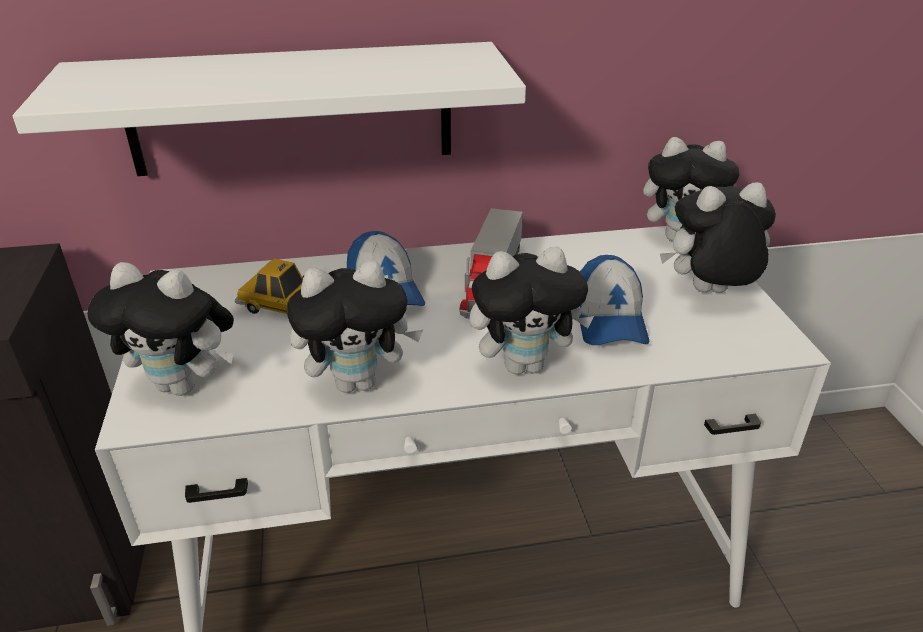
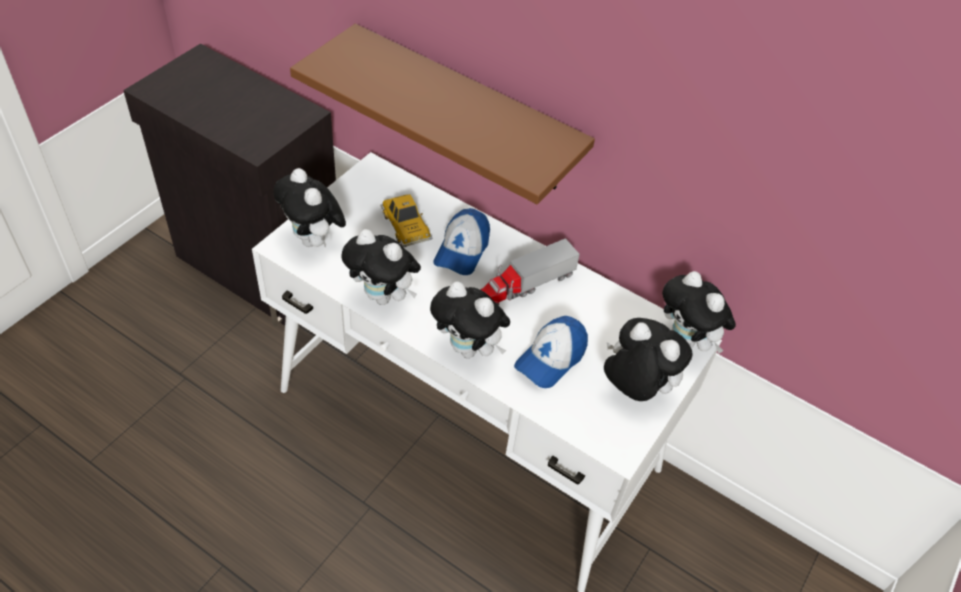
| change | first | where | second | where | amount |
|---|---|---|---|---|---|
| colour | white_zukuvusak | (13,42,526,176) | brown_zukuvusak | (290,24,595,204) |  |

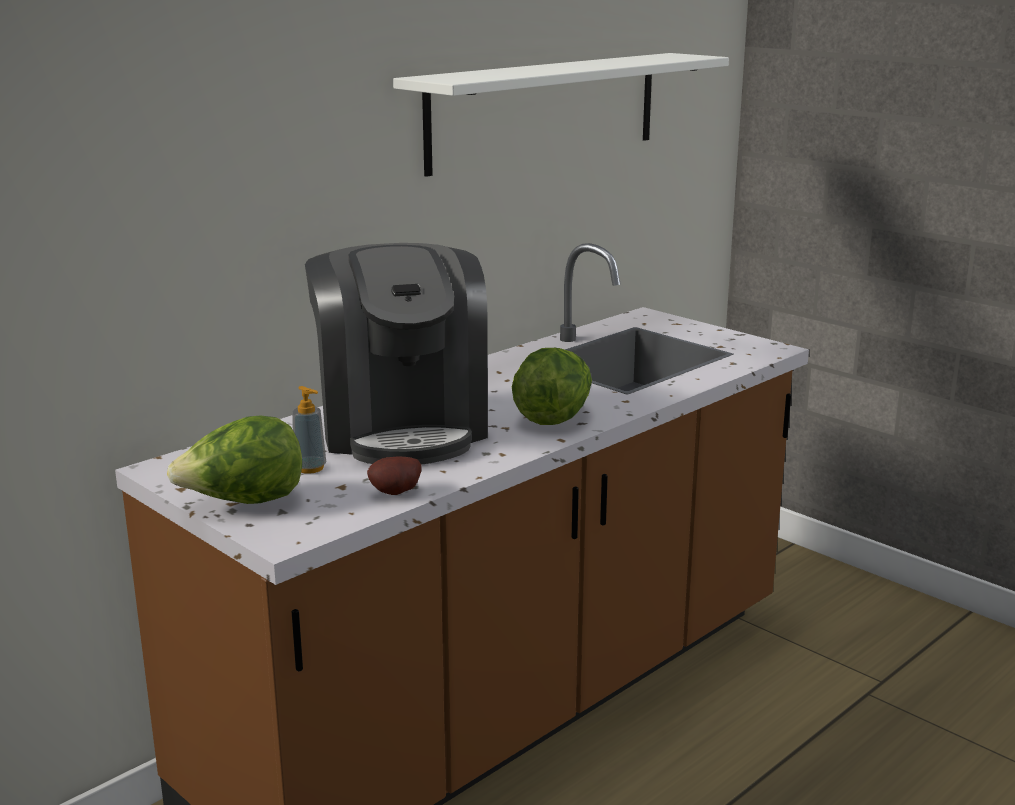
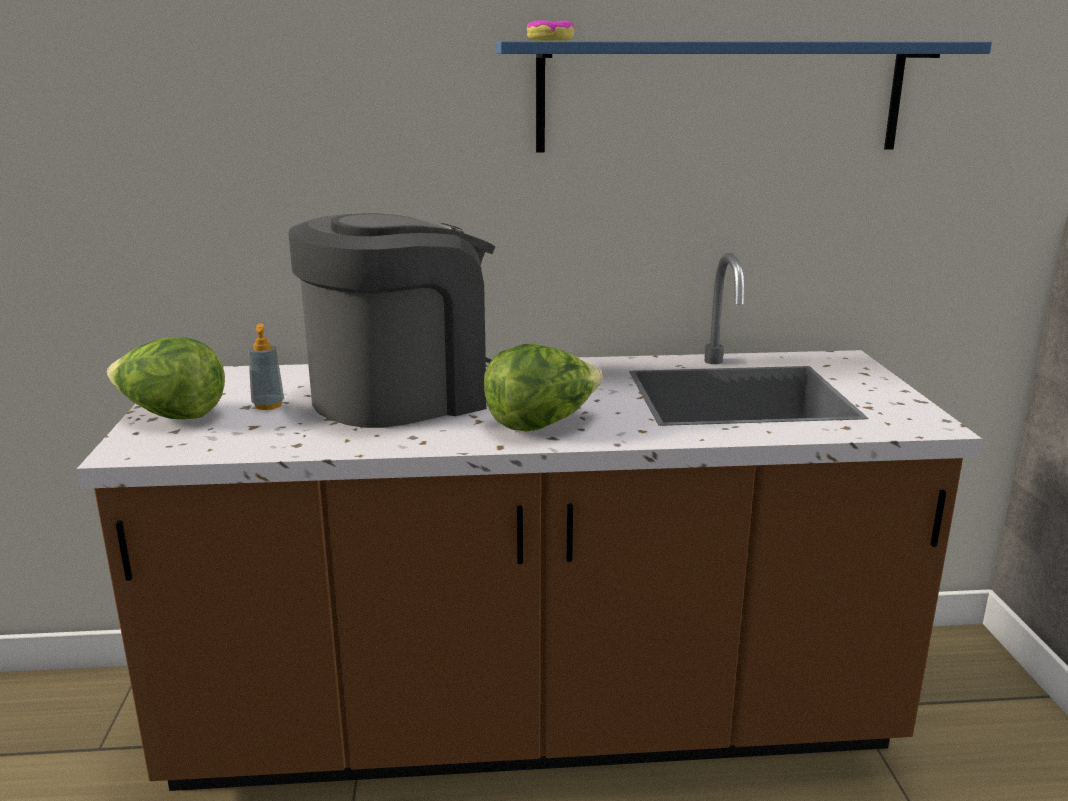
| change | first | where | second | where | amount |
|---|---|---|---|---|---|
| missing | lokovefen | (367,456,421,495) |  |  |  |
| appeared |  |  | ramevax | (527,20,574,41) |  |
| colour | white_zukuvusak | (393,53,729,177) | blue_zukuvusak | (496,41,992,152) |  |
| spun | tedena | (305,243,488,465) |  | (289,213,496,428) | 150 degrees counterclockwise |

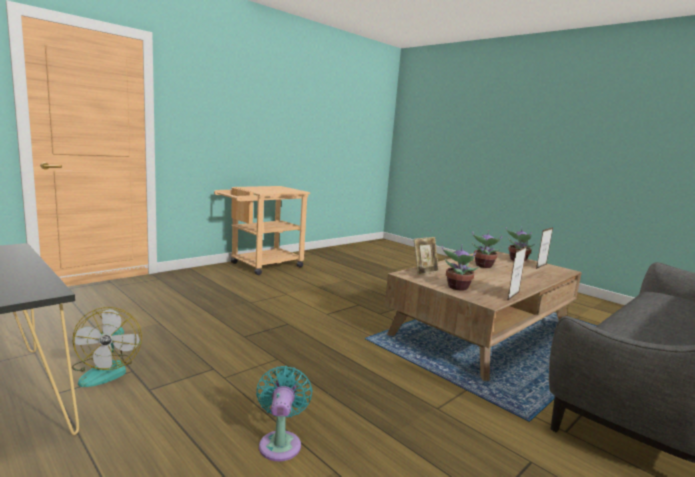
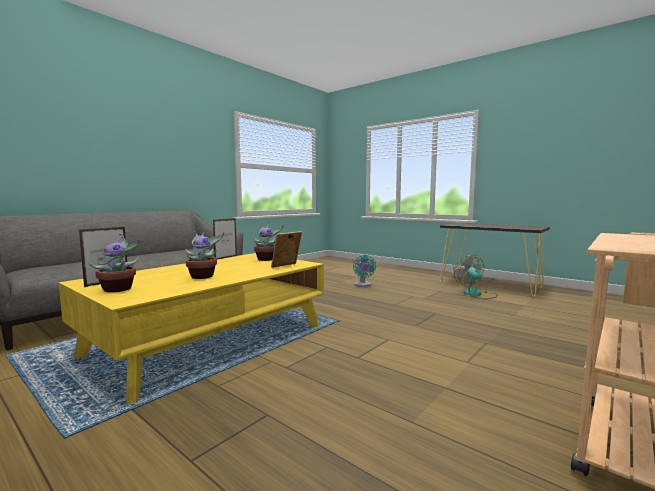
| change | first | where | second | where | amount |
|---|---|---|---|---|---|
| colour | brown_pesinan | (385,251,582,381) | yellow_pesinan | (59,253,324,404) |  |

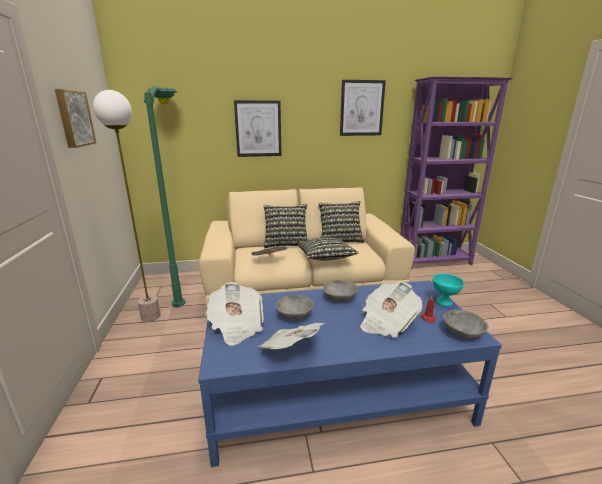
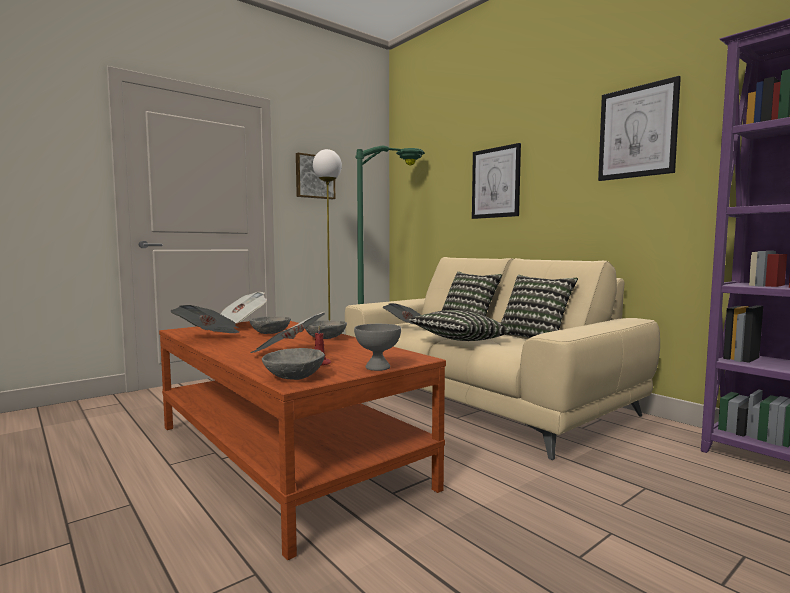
| change | first | where | second | where | amount |
|---|---|---|---|---|---|
| colour | blue_pesinan | (198,280,502,467) | brown_pesinan | (159,321,446,560) |  |
| colour | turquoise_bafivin | (433,274,464,306) | grey_bafivin | (354,324,401,371) |  |

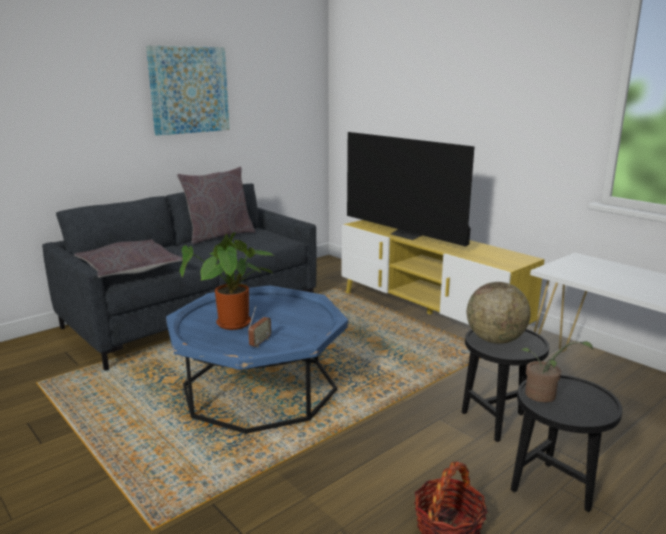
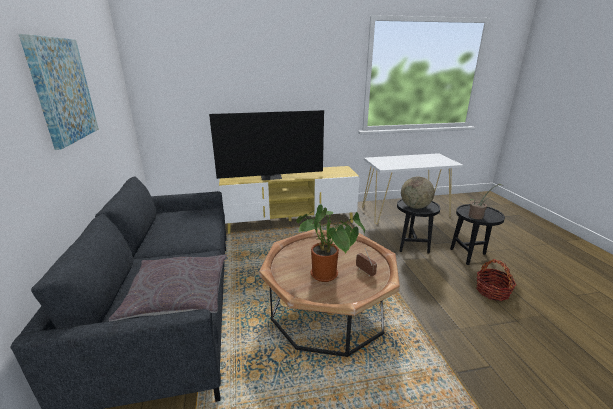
| change | first | where | second | where | amount |
|---|---|---|---|---|---|
| missing | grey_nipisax | (177,167,255,244) |  |  |  |
| colour | blue_pesinan | (166,285,348,434) | brown_pesinan | (259,229,400,357) |  |

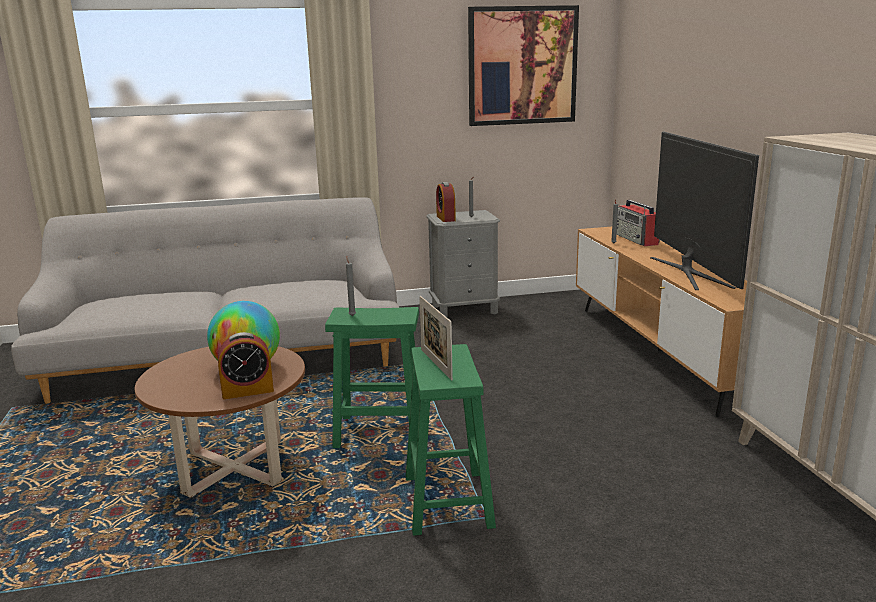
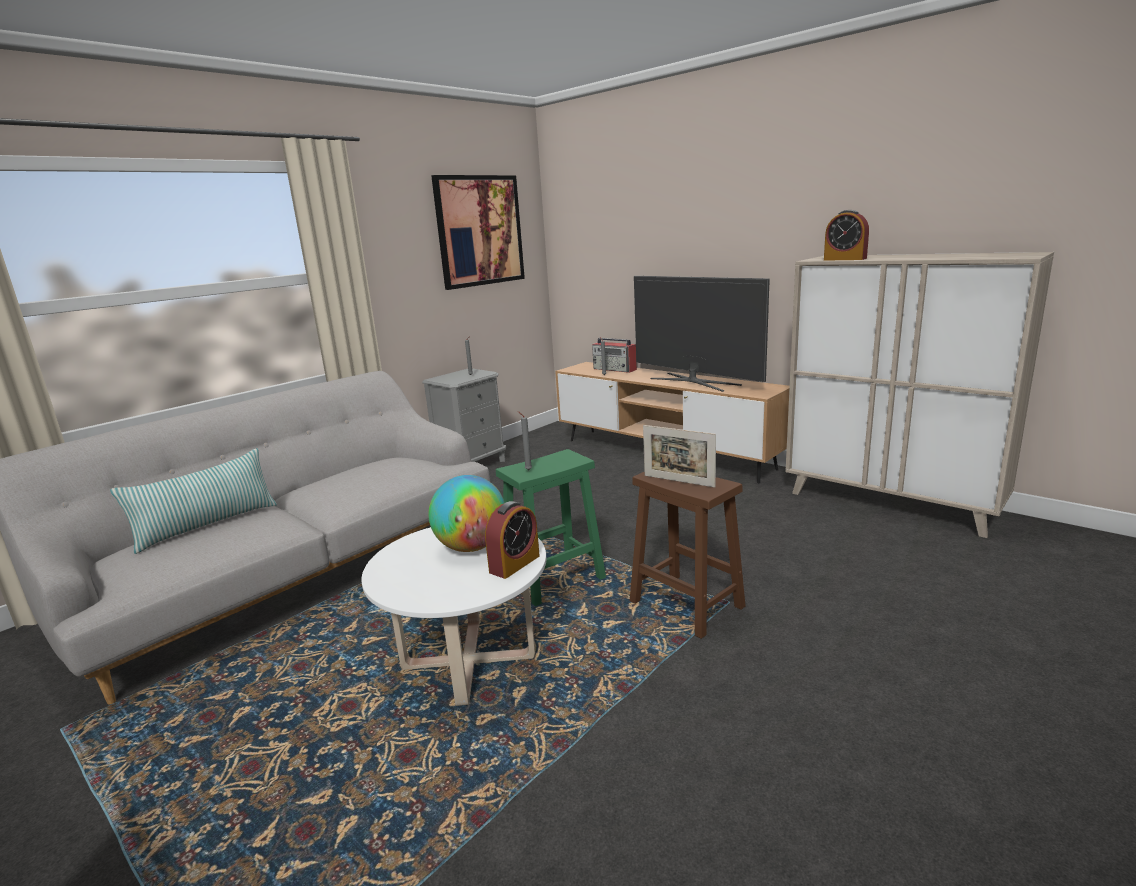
| change | first | where | second | where | amount |
|---|---|---|---|---|---|
| appeared |  |  | nipisax | (110,448,277,554) |  |
| relocated | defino | (436,182,456,222) |  | (824,210,869,261) |  |
| colour | brown_pesinan | (135,346,305,498) | white_pesinan | (361,527,546,706) |  |
| colour | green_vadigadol | (406,344,496,536) | brown_vadigadol | (630,472,746,639) |  |

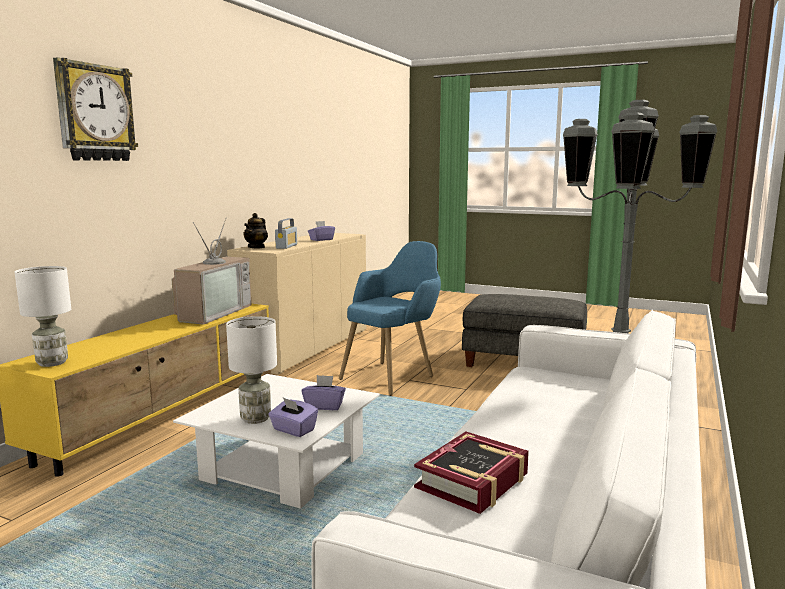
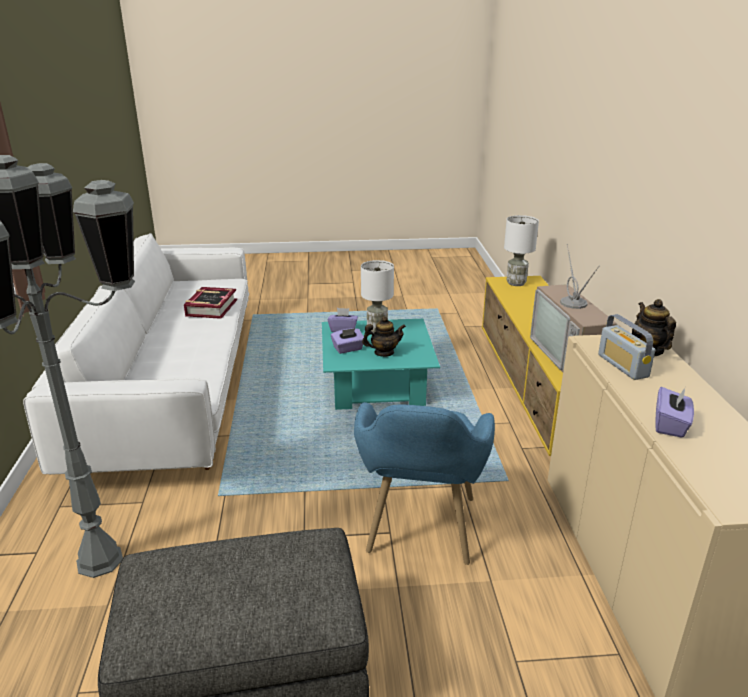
| change | first | where | second | where | amount |
|---|---|---|---|---|---|
| missing | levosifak | (53,57,138,161) |  |  |  |
| appeared |  |  | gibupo | (362,316,406,357) |  |
| colour | white_pesinan | (173,374,380,509) | turquoise_pesinan | (322,319,440,410) |  |

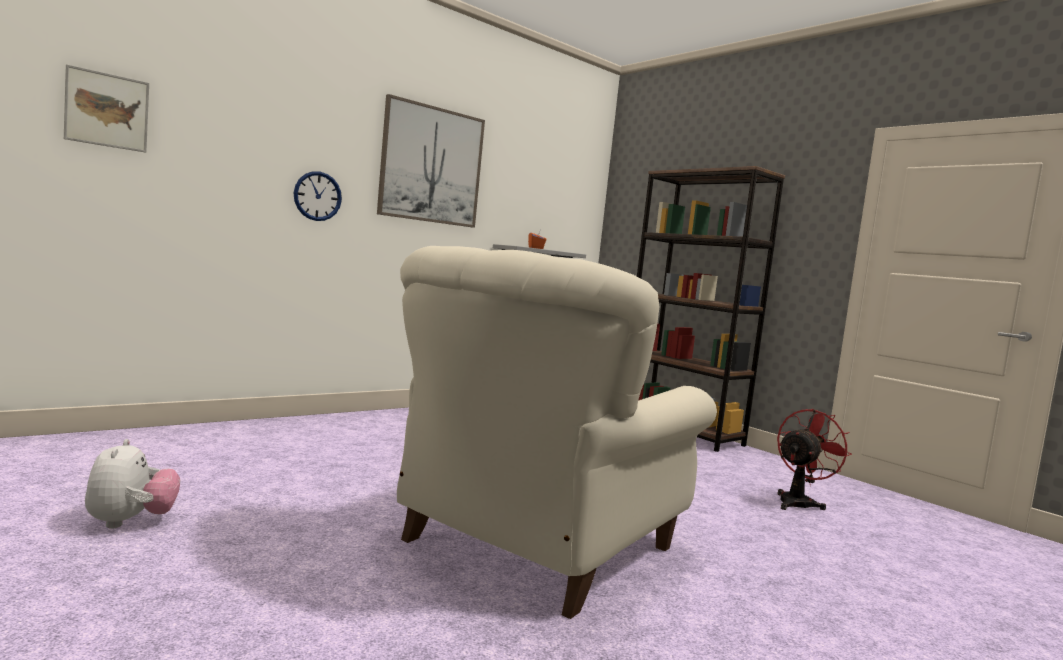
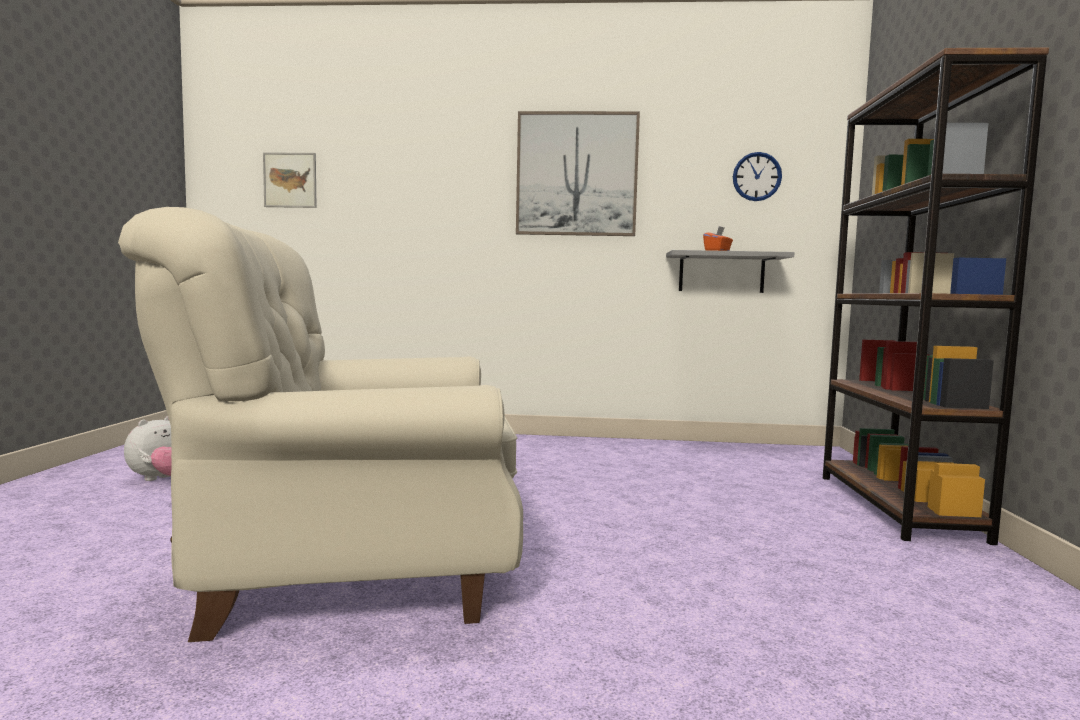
| change | first | where | second | where | amount |
|---|---|---|---|---|---|
| missing | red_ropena | (777,409,852,510) |  |  |  |
| relocated | levosifak | (294,171,342,221) |  | (733,152,782,201) |  |

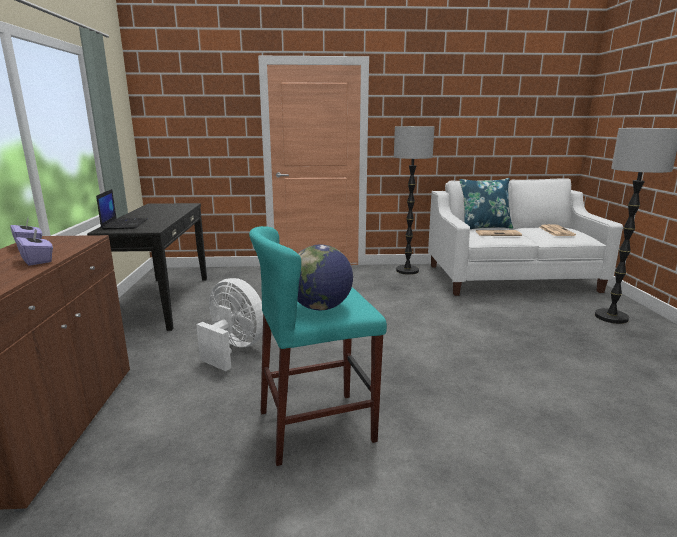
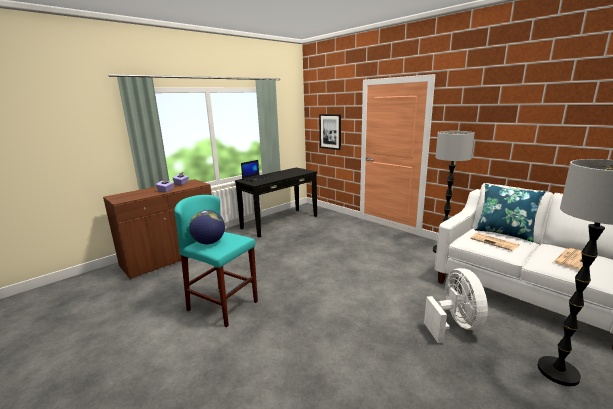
| change | first | where | second | where | amount |
|---|---|---|---|---|---|
| appeared |  |  | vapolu | (319,114,341,150) |  |
| relocated | white_ropena | (196,278,263,371) |  | (424,268,488,343) |  |

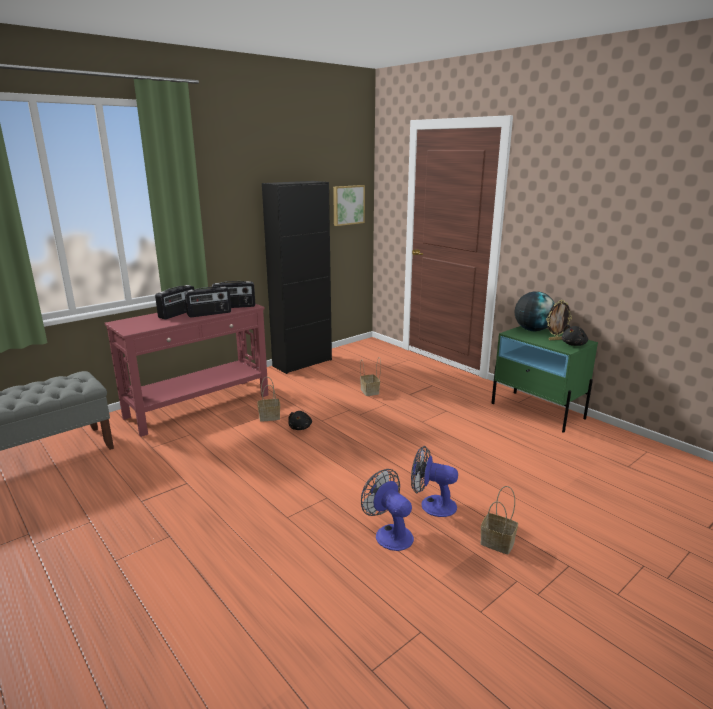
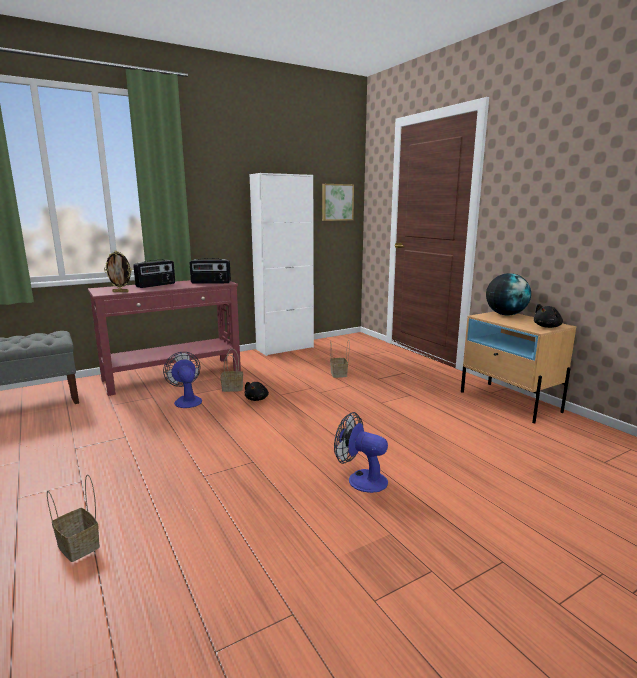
| change | first | where | second | where | amount |
|---|---|---|---|---|---|
| missing | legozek | (185,287,231,318) |  |  |  |
| relocated | ropena | (361,469,414,551) |  | (163,352,202,408) |  |
| relocated | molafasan | (480,486,518,554) |  | (47,474,100,562) |  |
| relocated | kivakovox | (546,300,572,340) |  | (104,251,132,292) |  |
| colour | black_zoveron | (262,181,332,374) | white_zoveron | (250,173,314,356) |  |
| colour | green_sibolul | (491,326,598,433) | beige_sibolul | (461,311,576,423) |  |

